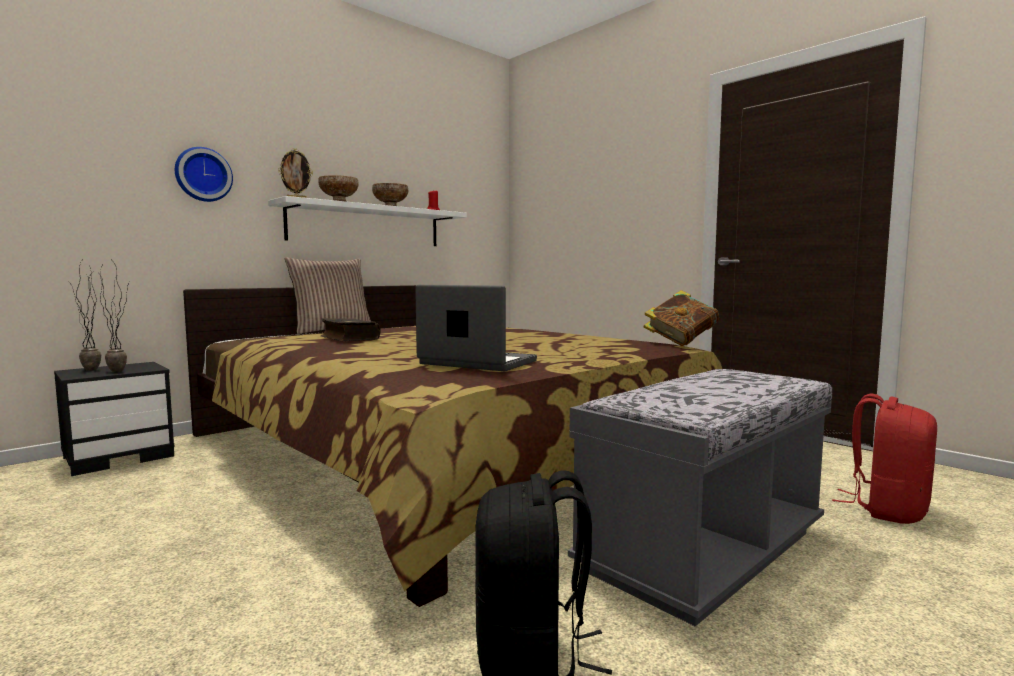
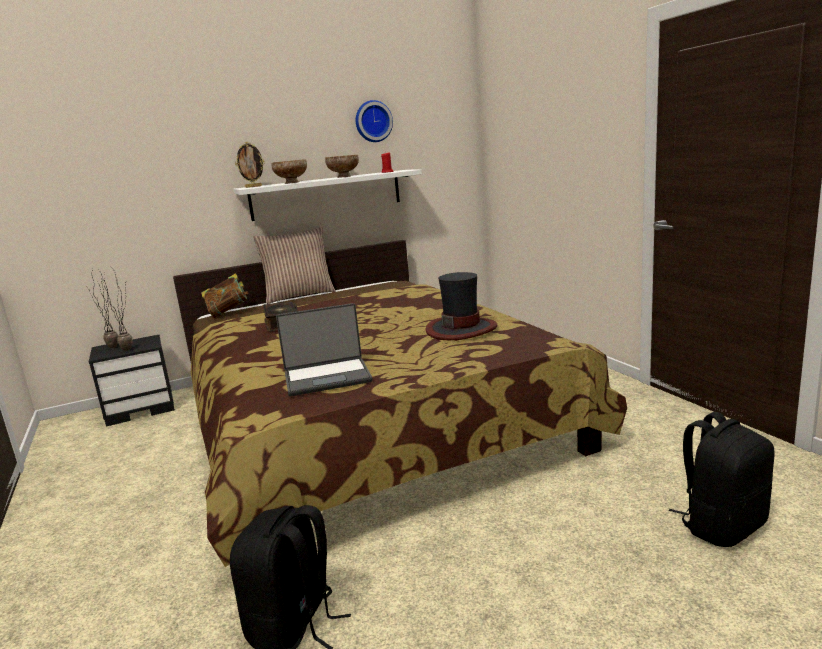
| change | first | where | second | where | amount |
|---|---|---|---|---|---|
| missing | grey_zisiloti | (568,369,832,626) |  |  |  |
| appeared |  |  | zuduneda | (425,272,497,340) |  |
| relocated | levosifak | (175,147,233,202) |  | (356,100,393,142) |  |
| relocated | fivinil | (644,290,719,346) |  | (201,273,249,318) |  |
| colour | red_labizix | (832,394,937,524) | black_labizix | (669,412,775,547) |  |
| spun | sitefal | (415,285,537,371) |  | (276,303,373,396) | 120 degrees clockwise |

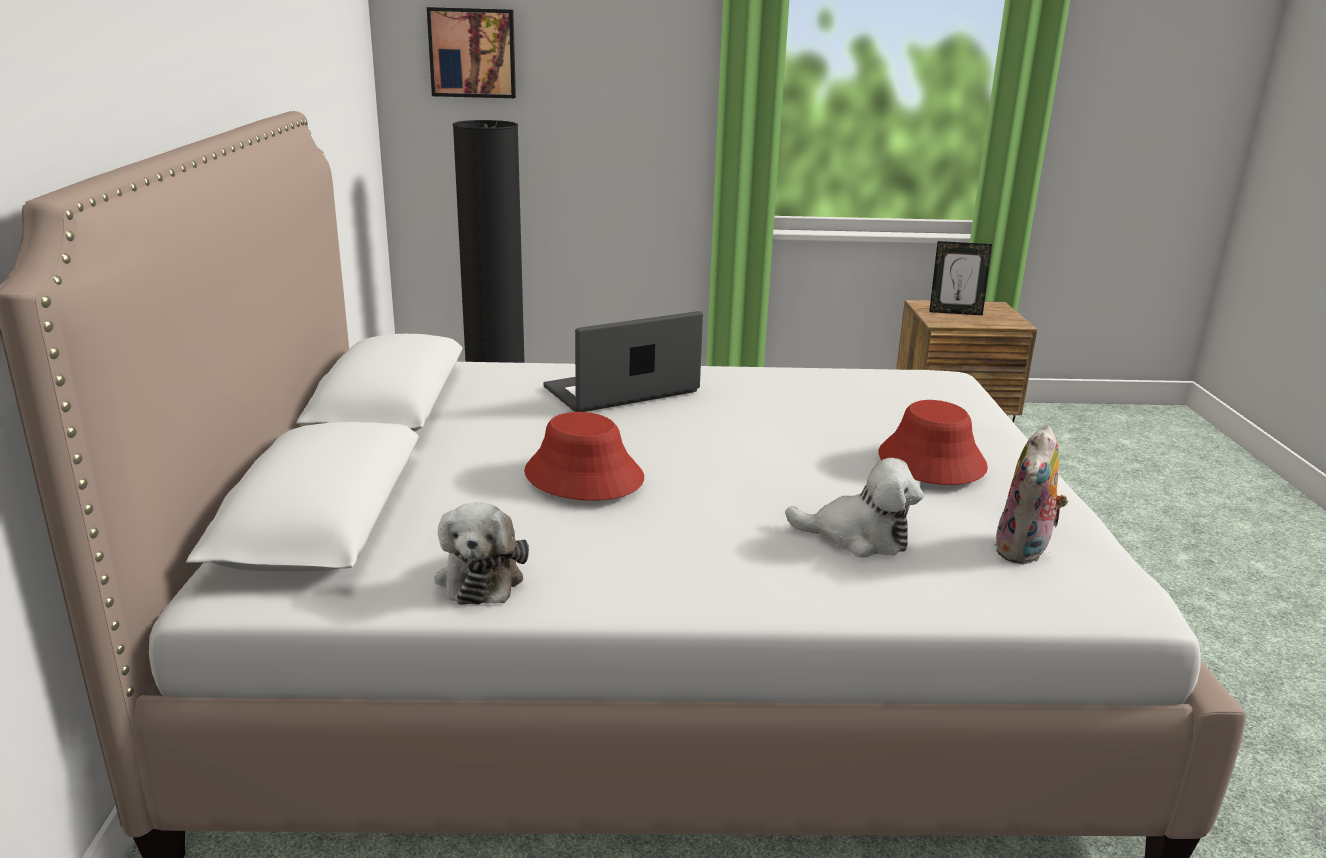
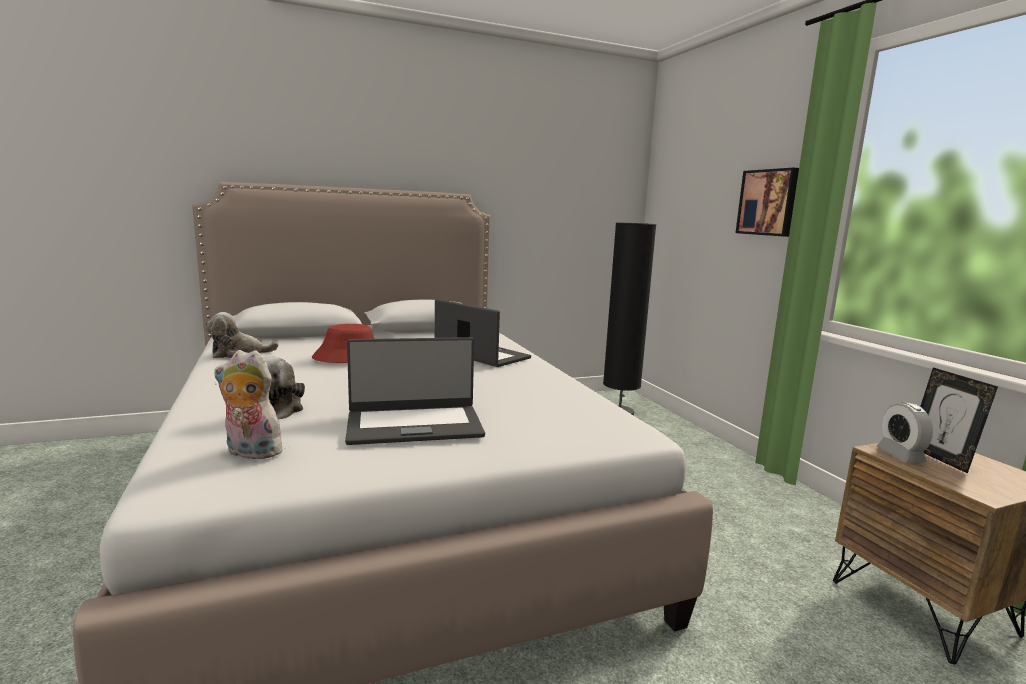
| change | first | where | second | where | amount |
|---|---|---|---|---|---|
| appeared |  |  | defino | (877,402,933,463) |  |
| relocated | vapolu | (427,7,516,98) |  | (736,167,799,237) |  |
| exchanged | red_zuduneda | (879,400,988,485) | sitefal | (345,337,485,445) |  |

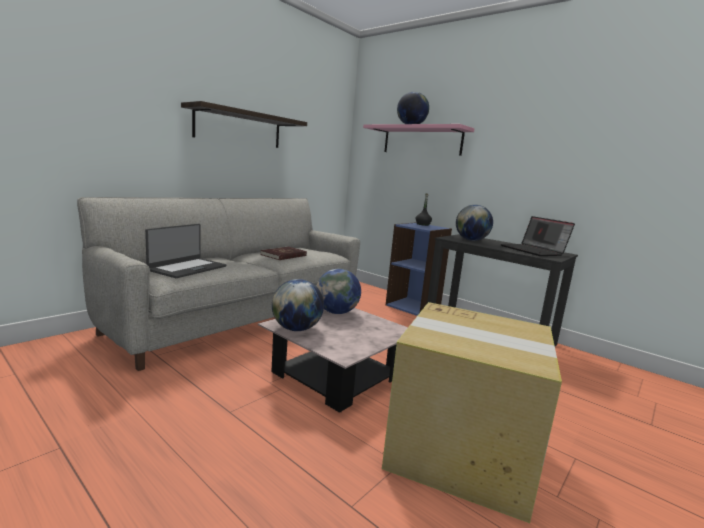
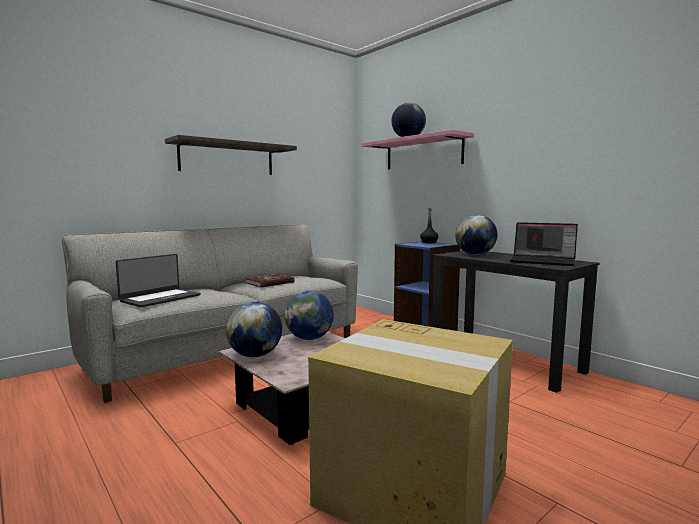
| change | first | where | second | where | amount |
|---|---|---|---|---|---|
| spun | sitefal | (501,216,575,256) |  | (509,222,578,266) | 45 degrees counterclockwise |

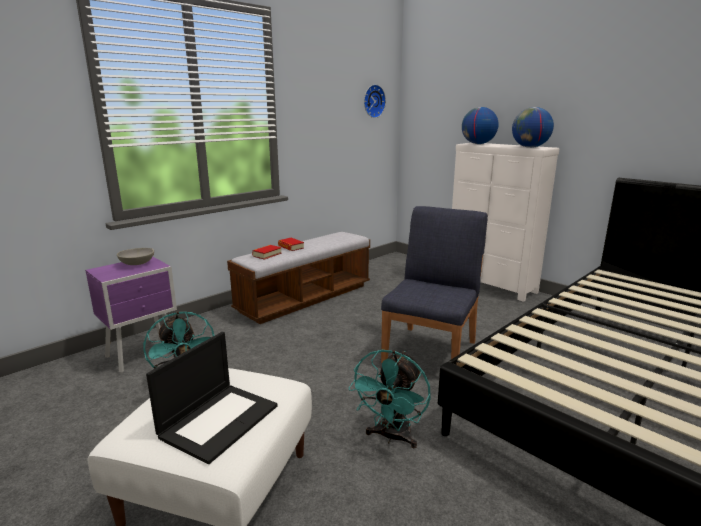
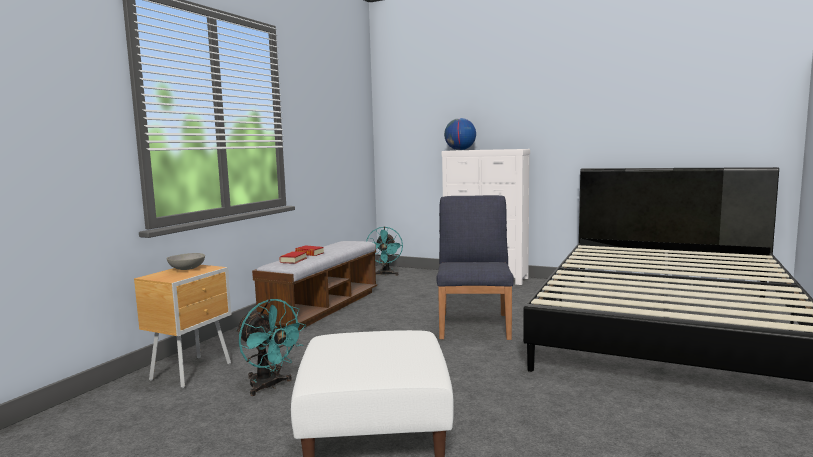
| change | first | where | second | where | amount |
|---|---|---|---|---|---|
| missing | sitefal | (146,332,278,464) |  |  |  |
| missing | levosifak | (364,84,386,118) |  |  |  |
| missing | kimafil | (512,107,554,148) |  |  |  |
| relocated | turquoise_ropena | (348,350,431,448) |  | (366,227,403,276) |  |
| colour | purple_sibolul | (85,257,177,373) | brown_sibolul | (134,265,232,388) |  |

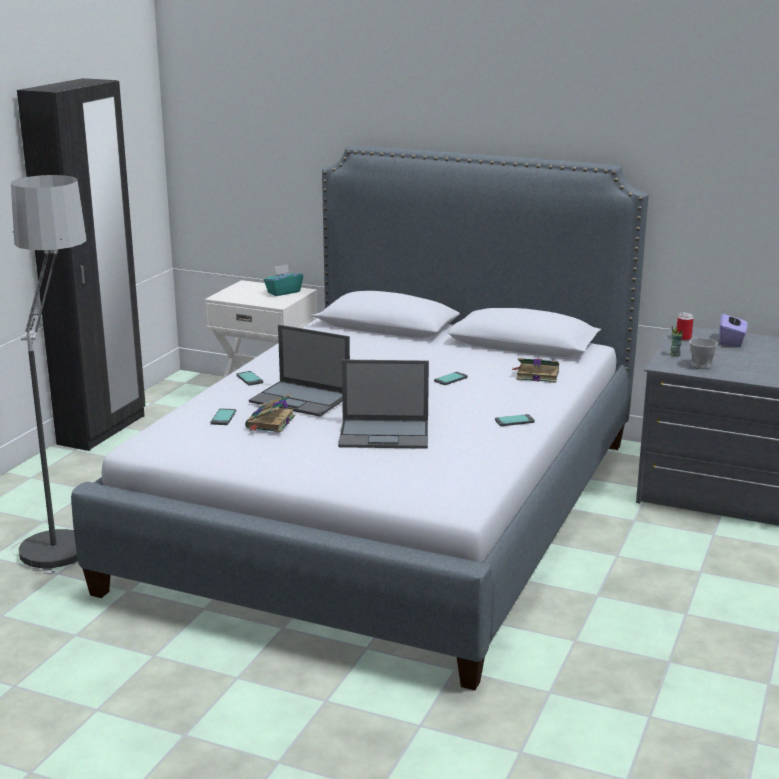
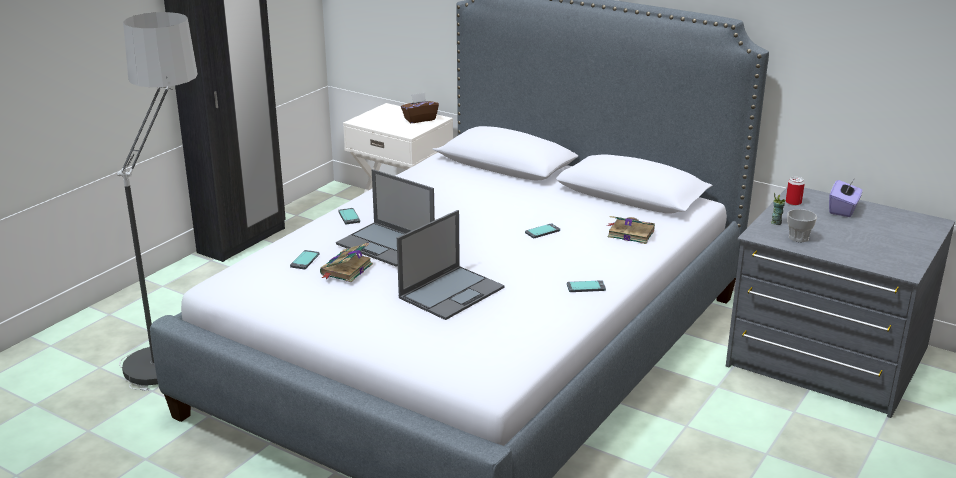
| change | first | where | second | where | amount |
|---|---|---|---|---|---|
| colour | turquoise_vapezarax | (264,264,303,296) | brown_vapezarax | (401,93,439,123) |  |
| spun | sitefal | (338,360,429,449) |  | (397,210,505,320) | 60 degrees counterclockwise |

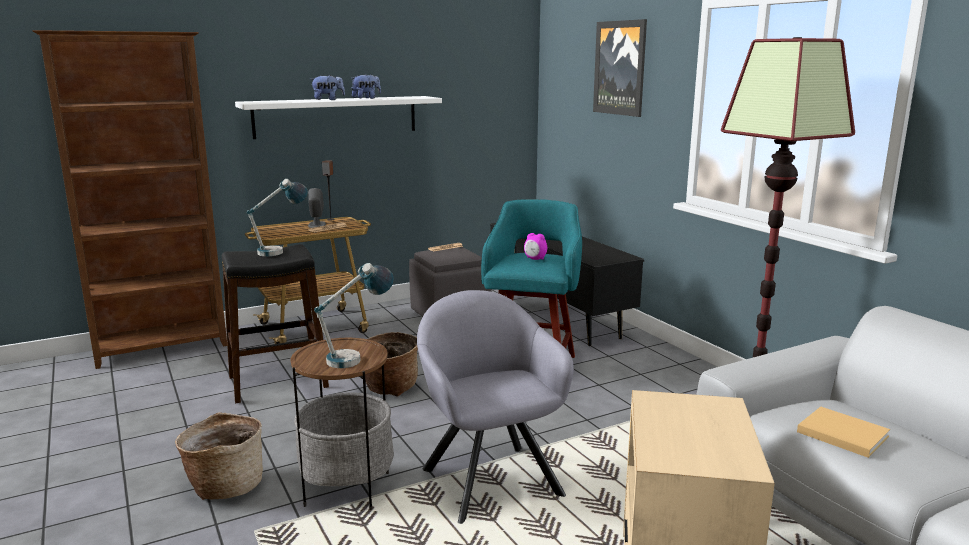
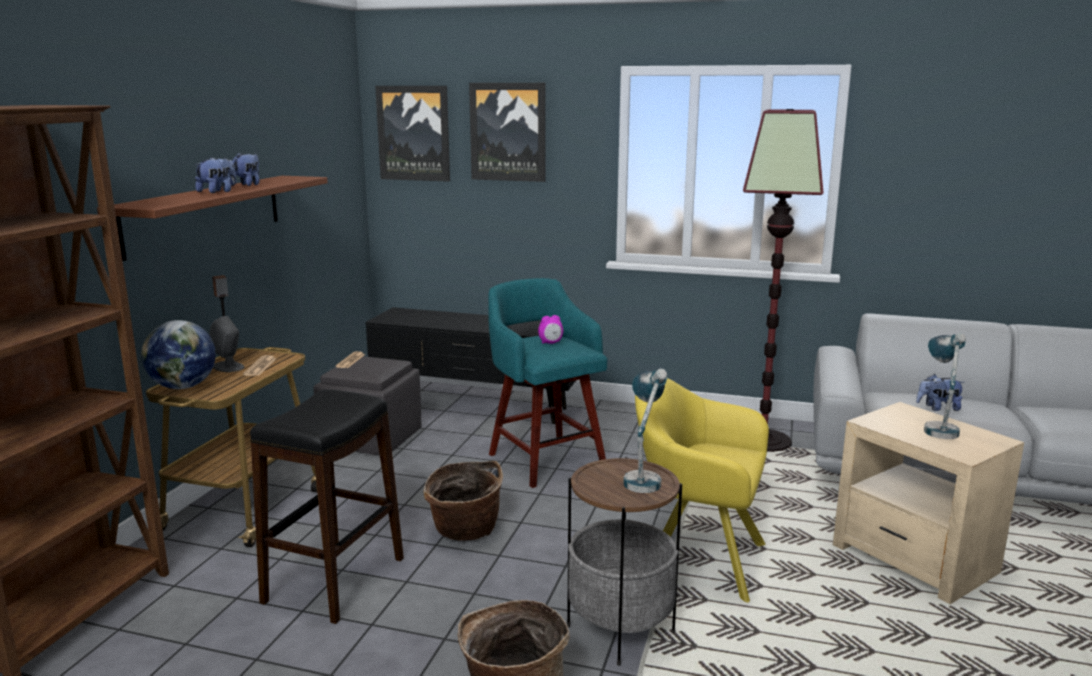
| change | first | where | second | where | amount |
|---|---|---|---|---|---|
| appeared |  |  | kimafil | (141,320,216,389) |  |
| appeared |  |  | vapolu | (375,86,450,182) |  |
| relocated | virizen | (247,179,308,256) |  | (924,333,966,439) |  |
| exchanged | beige_fivinil | (797,407,890,458) | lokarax | (916,374,965,411) |  |
| colour | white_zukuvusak | (235,96,442,139) | brown_zukuvusak | (97,176,328,261) |  |
| colour | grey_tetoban | (417,290,574,524) | yellow_tetoban | (635,378,769,602) |  |

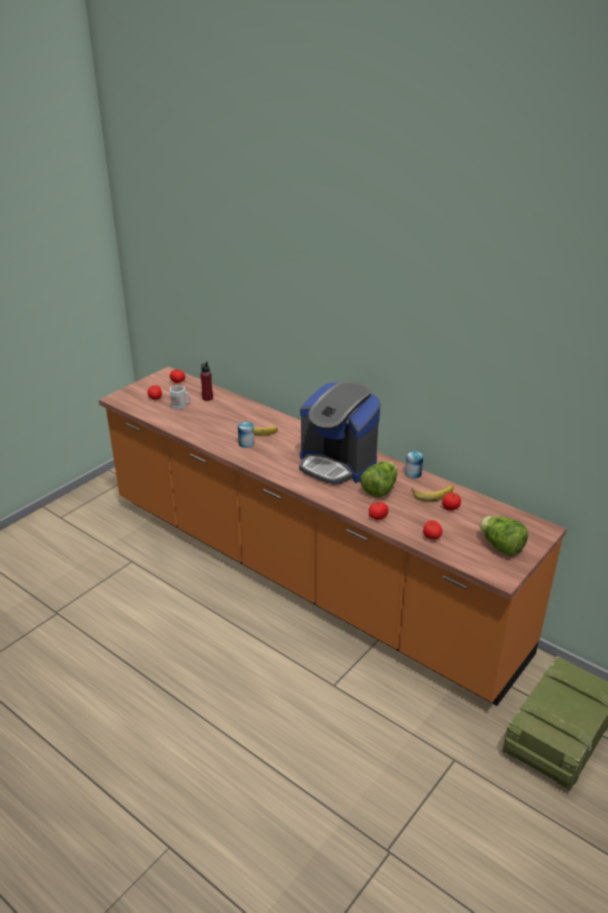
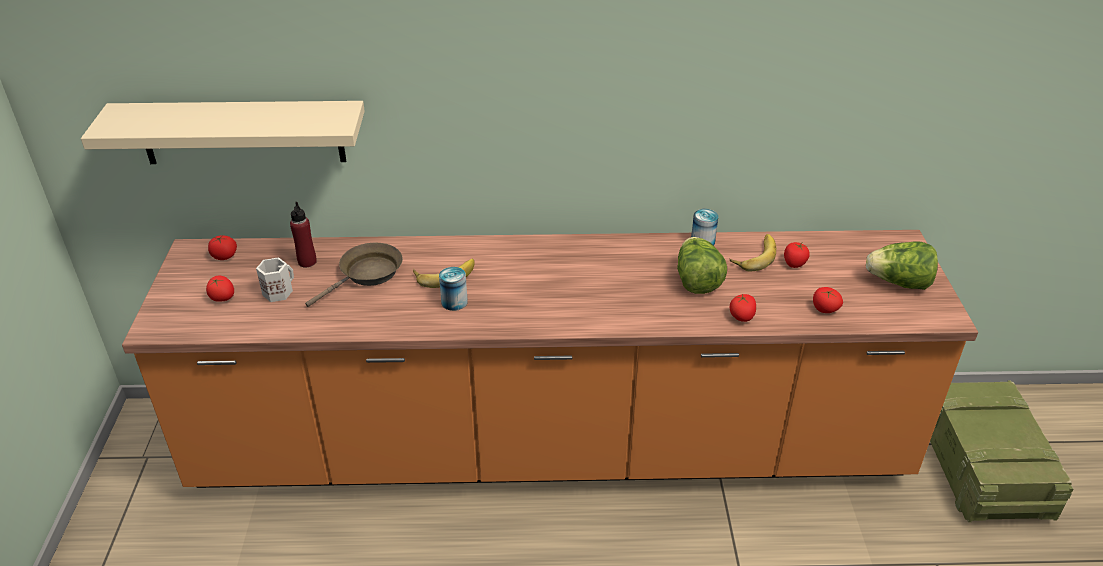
| change | first | where | second | where | amount |
|---|---|---|---|---|---|
| missing | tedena | (299,381,380,485) |  |  |  |
| appeared |  |  | beige_zukuvusak | (81,101,365,164) |  |
| appeared |  |  | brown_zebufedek | (305,243,403,307) |  |

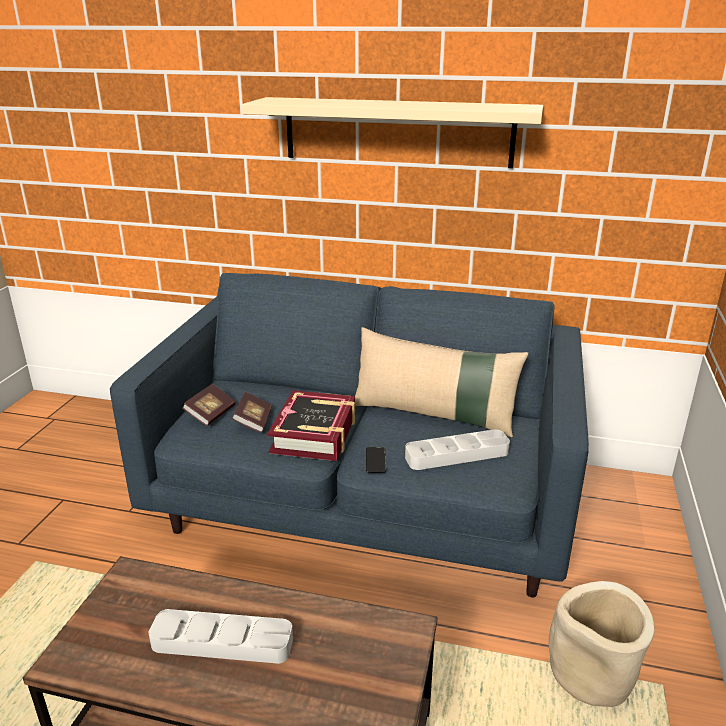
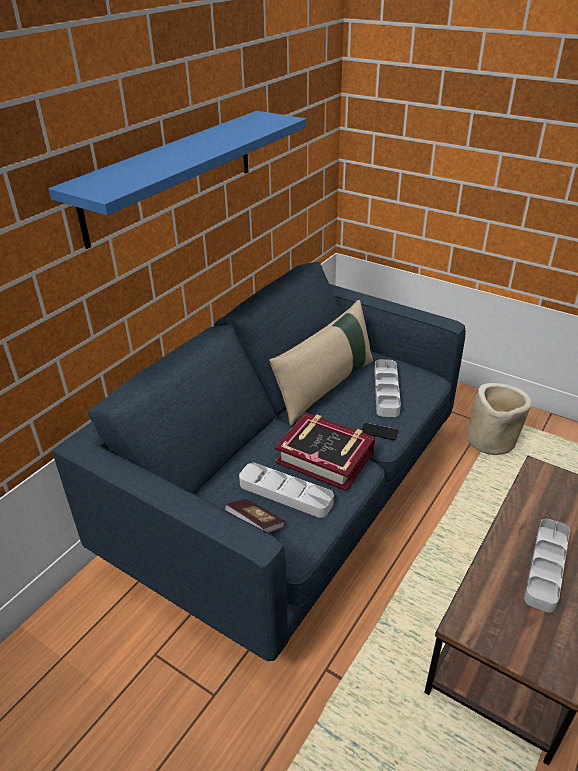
| change | first | where | second | where | amount |
|---|---|---|---|---|---|
| exchanged | fivinil | (232,392,272,433) | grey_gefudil | (239,463,334,518) |  |
| colour | beige_zukuvusak | (242,97,543,168) | blue_zukuvusak | (48,111,306,249) |  |

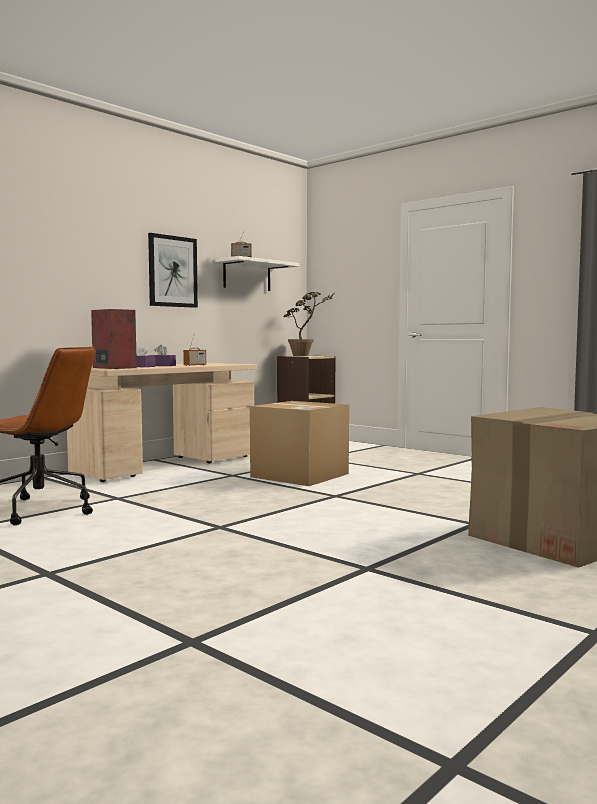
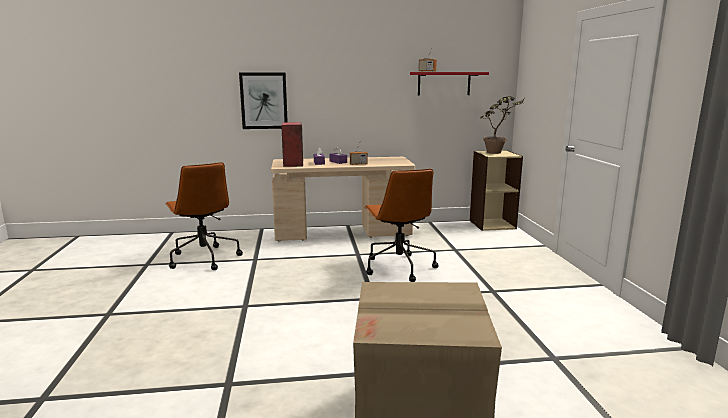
| change | first | where | second | where | amount |
|---|---|---|---|---|---|
| relocated | vapolu | (148,233,198,308) |  | (239,73,288,129) |  |
| exchanged | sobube | (250,401,349,486) | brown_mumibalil | (364,169,438,282) |  |
| colour | white_zukuvusak | (215,256,300,291) | red_zukuvusak | (410,72,489,96) |  |

